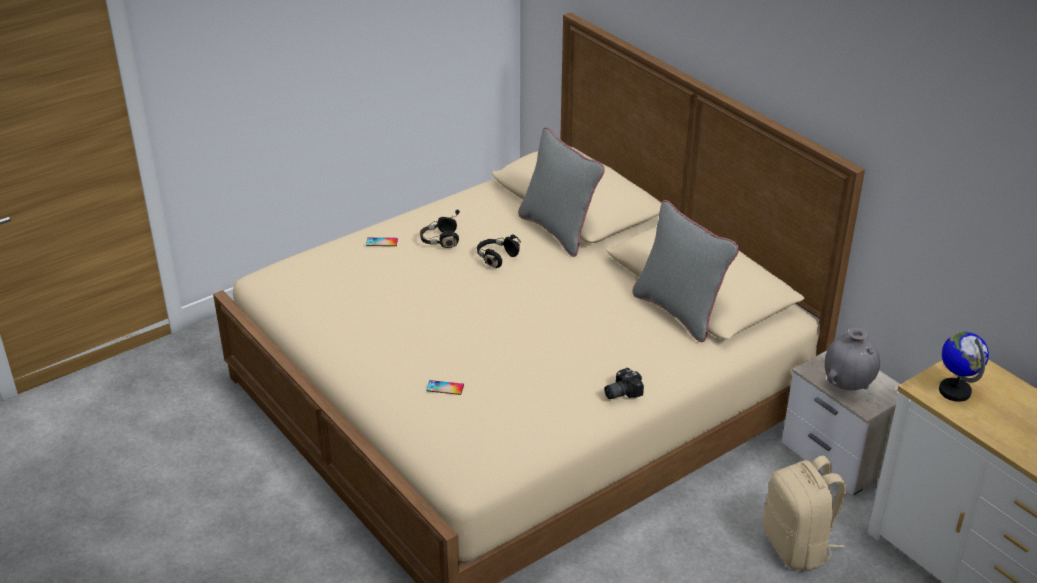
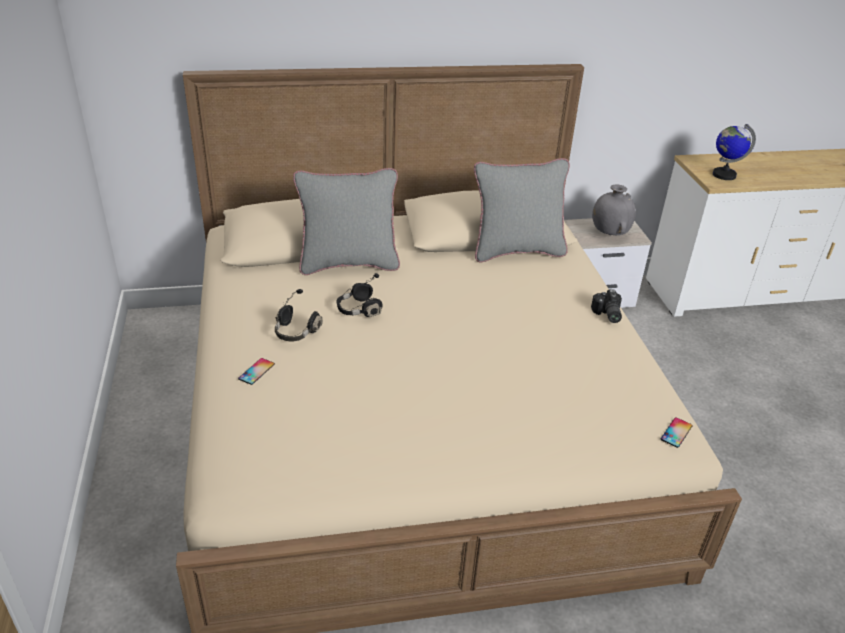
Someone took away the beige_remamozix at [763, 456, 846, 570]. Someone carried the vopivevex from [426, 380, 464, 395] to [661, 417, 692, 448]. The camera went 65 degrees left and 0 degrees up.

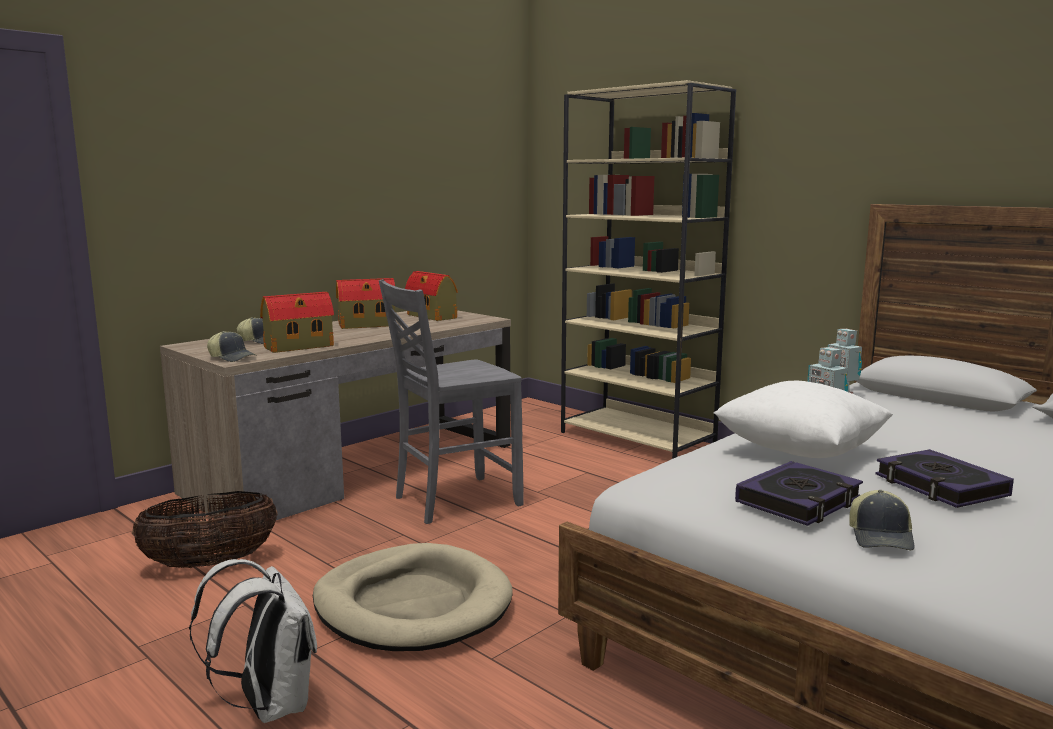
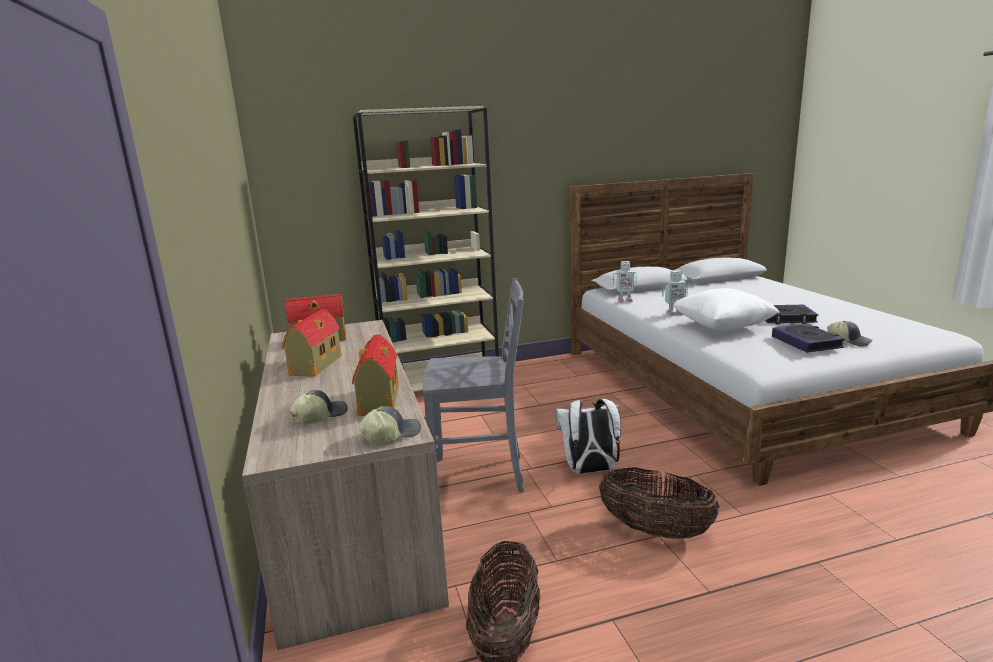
Someone carried the white_remamozix from [189, 559, 317, 723] to [555, 399, 621, 474]. Someone swapped the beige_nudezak at [313, 543, 513, 651] for the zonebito at [599, 467, 719, 539]. Someone rotated the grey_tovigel at [379, 279, 524, 524] by 90 degrees counterclockwise. The camera went 60 degrees left and 5 degrees up.

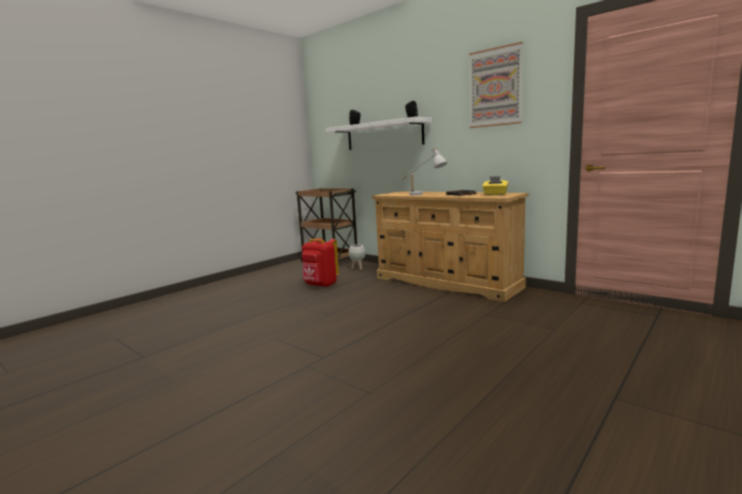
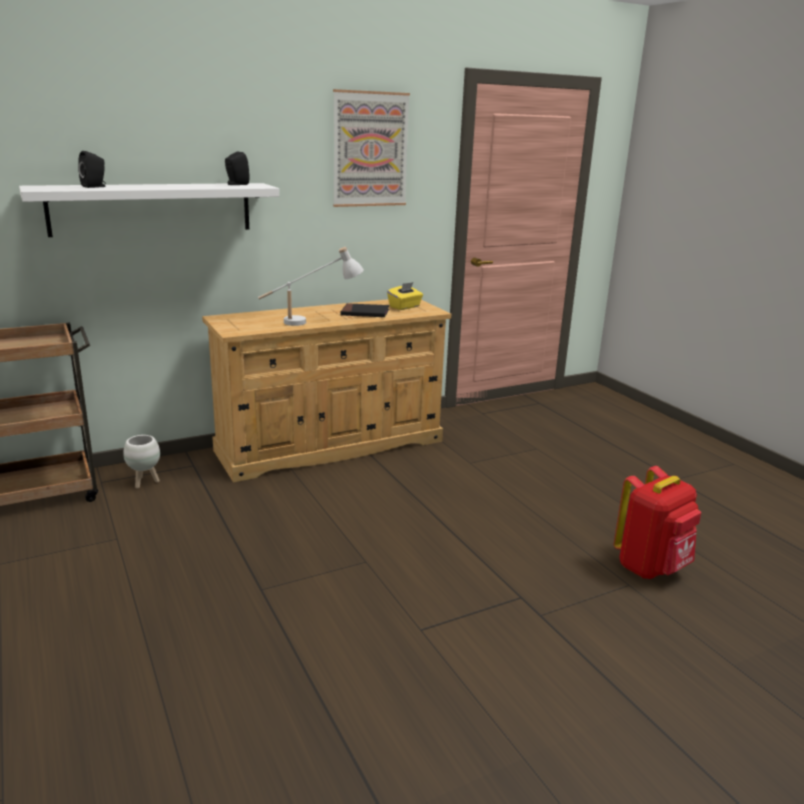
Someone carried the red_remamozix from [302, 238, 339, 287] to [613, 466, 701, 579]. The camera went 70 degrees left and 10 degrees up.

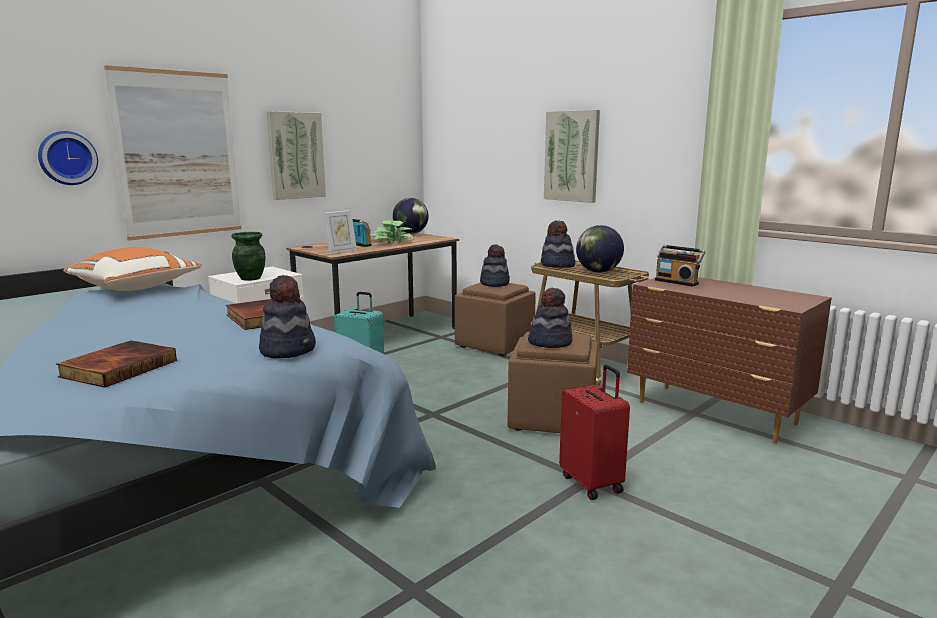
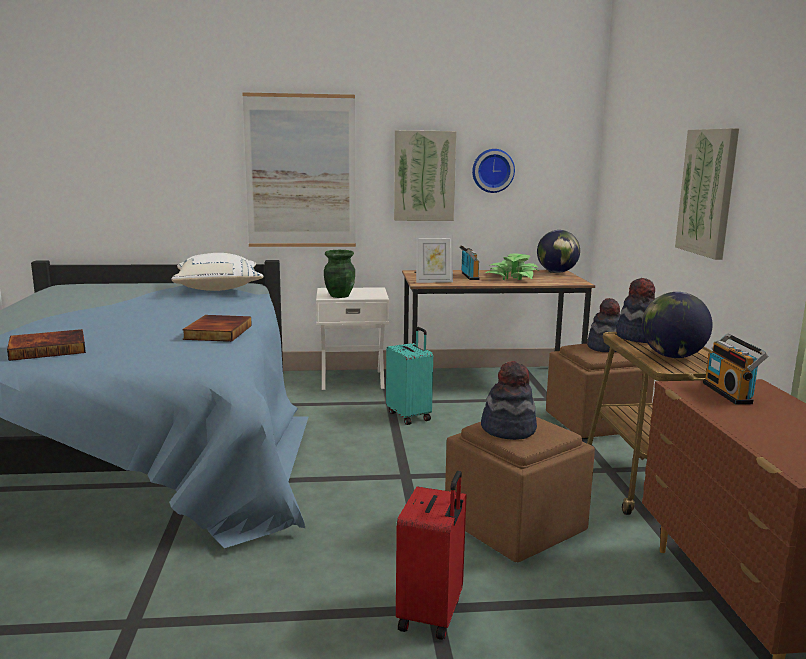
Someone took away the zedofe at [259, 275, 316, 358]. Someone carried the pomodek from [38, 131, 98, 185] to [472, 149, 515, 193]. Someone repainted the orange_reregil at [63, 247, 202, 291], which became the white_reregil at [171, 253, 263, 291]. The camera went 40 degrees right and 0 degrees up.

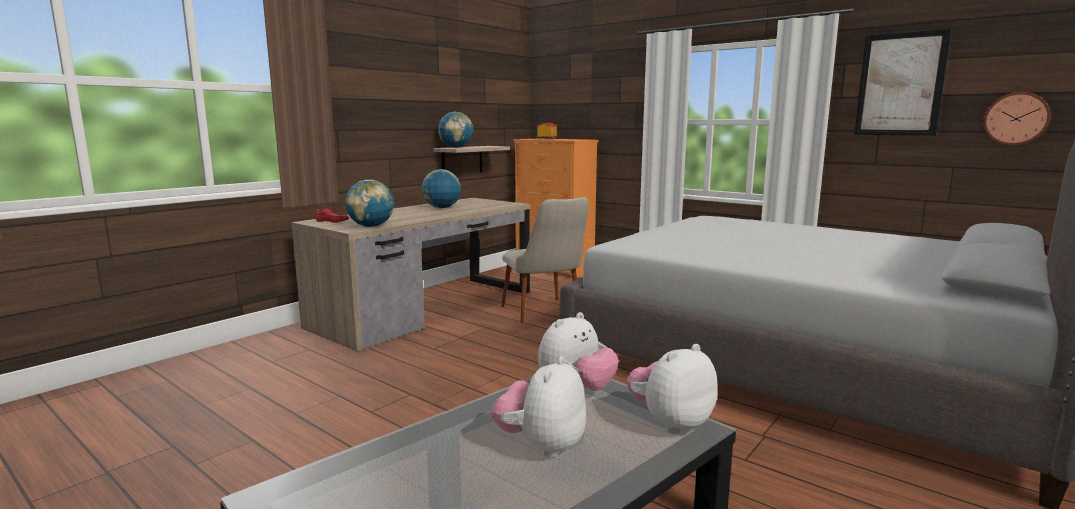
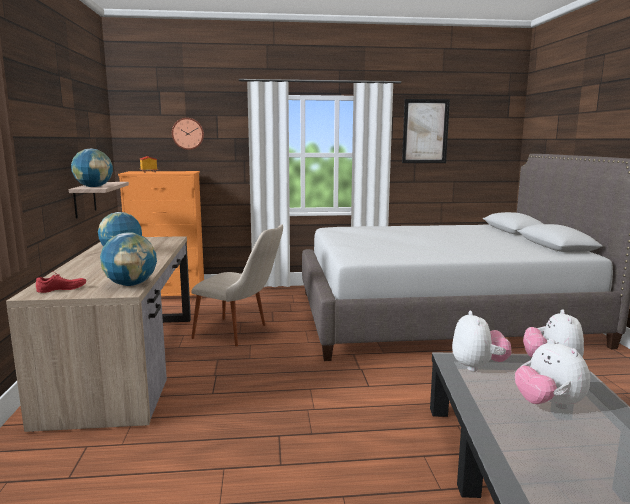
Someone carried the pomodek from [983, 92, 1051, 145] to [172, 118, 204, 150]. The camera went 45 degrees left and 0 degrees up.

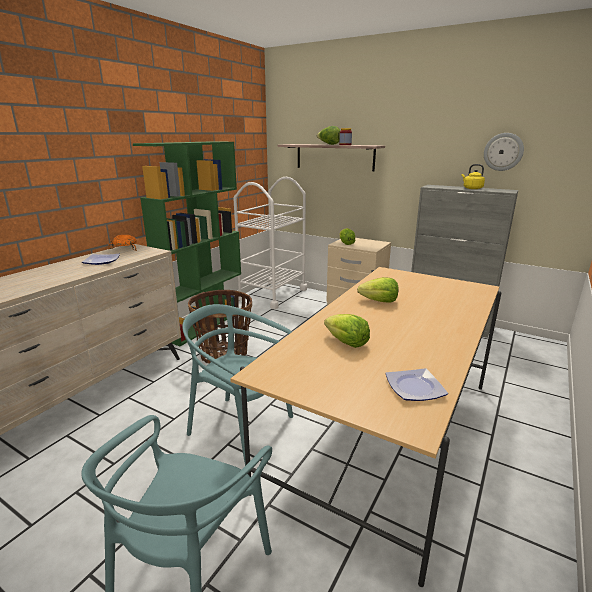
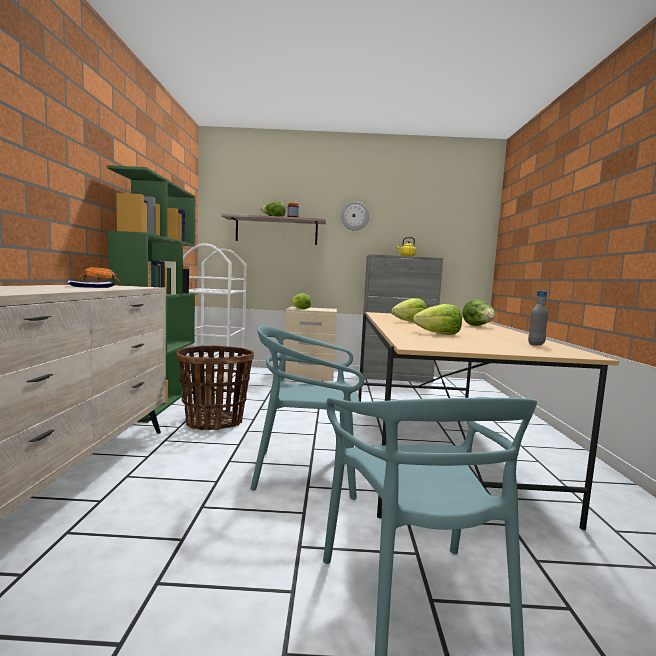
Someone put down the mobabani at [462, 299, 495, 326]. Someone carried the pomodek from [484, 133, 524, 171] to [341, 201, 369, 231]. Someone swapped the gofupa at [385, 368, 448, 401] for the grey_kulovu at [528, 291, 548, 345]. The camera went 30 degrees left and 15 degrees down.

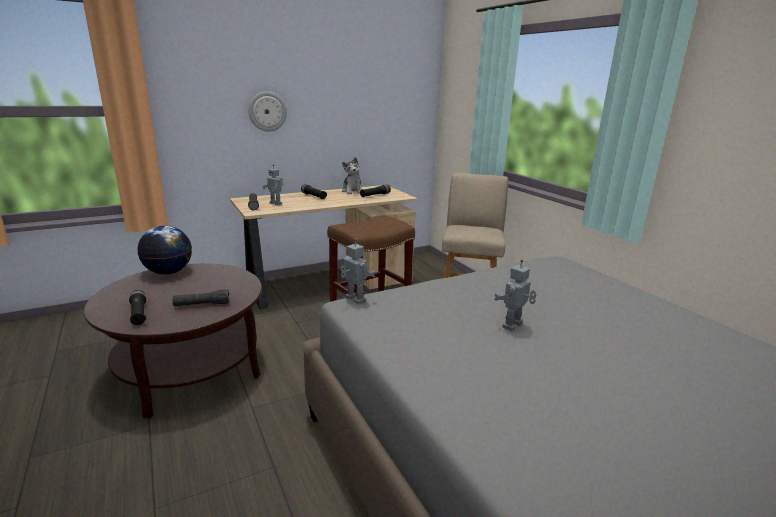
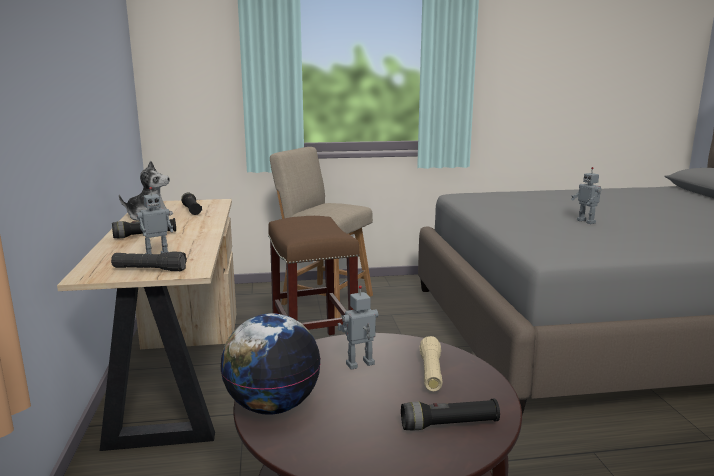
Someone took away the pomodek at [248, 91, 287, 132]. Someone carried the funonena from [341, 238, 375, 304] to [338, 285, 378, 370]. Someone repainted the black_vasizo at [172, 289, 230, 306], which became the beige_vasizo at [420, 336, 443, 391]. The camera went 70 degrees left and 5 degrees down.

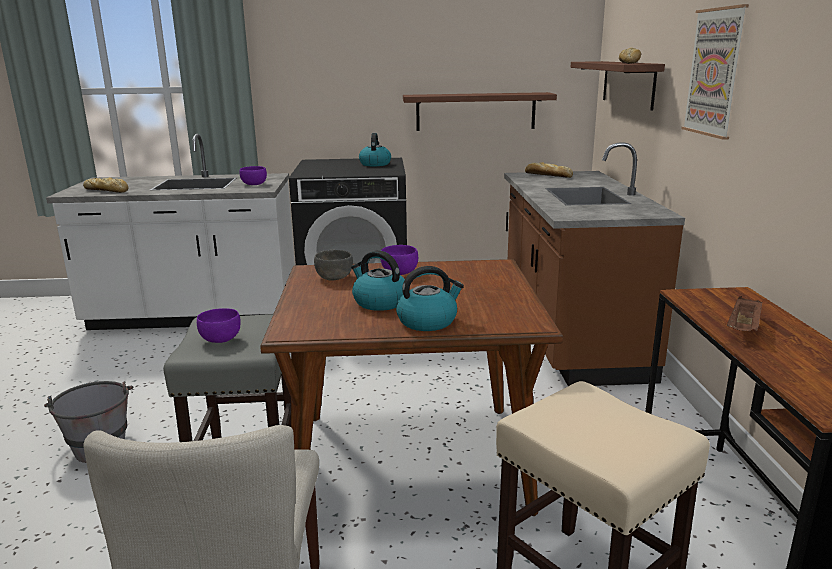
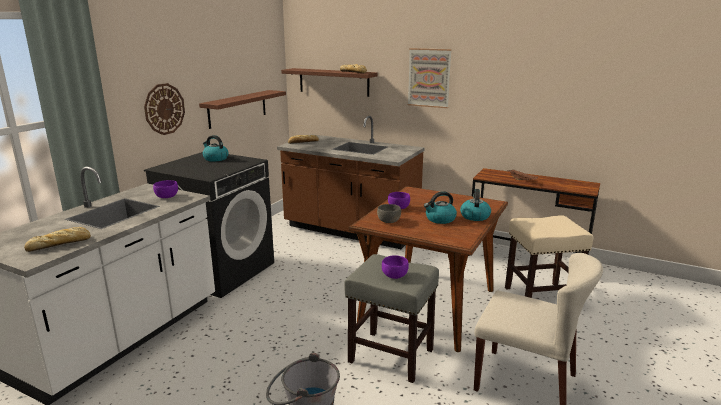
Someone put up the pomodek at [144, 83, 185, 135]. The camera went 60 degrees left and 0 degrees up.

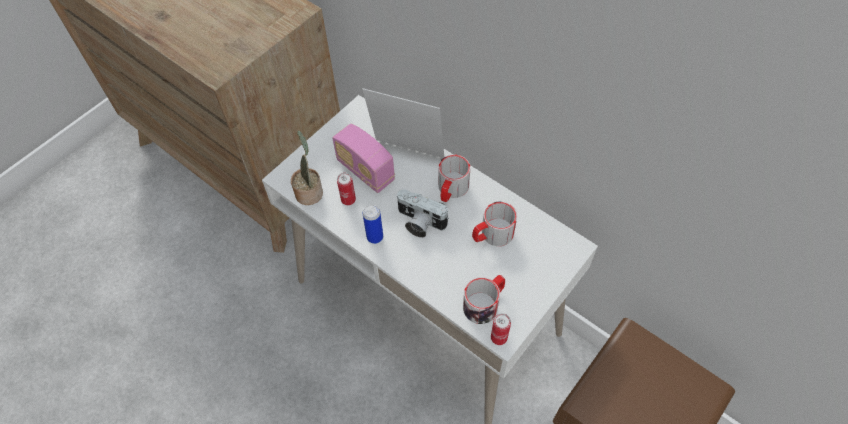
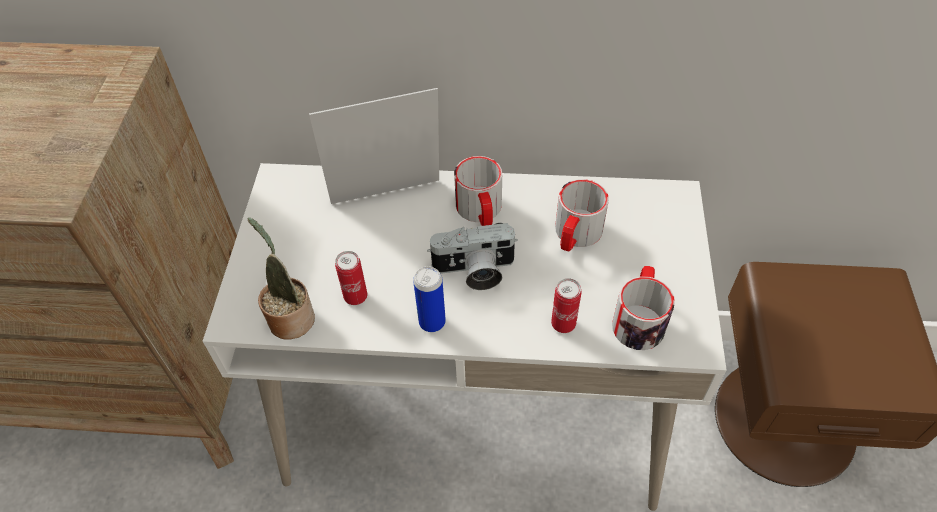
Someone took away the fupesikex at [332, 124, 395, 193]. Someone carried the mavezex from [491, 313, 511, 345] to [551, 278, 581, 333]. The camera went 35 degrees left and 5 degrees down.

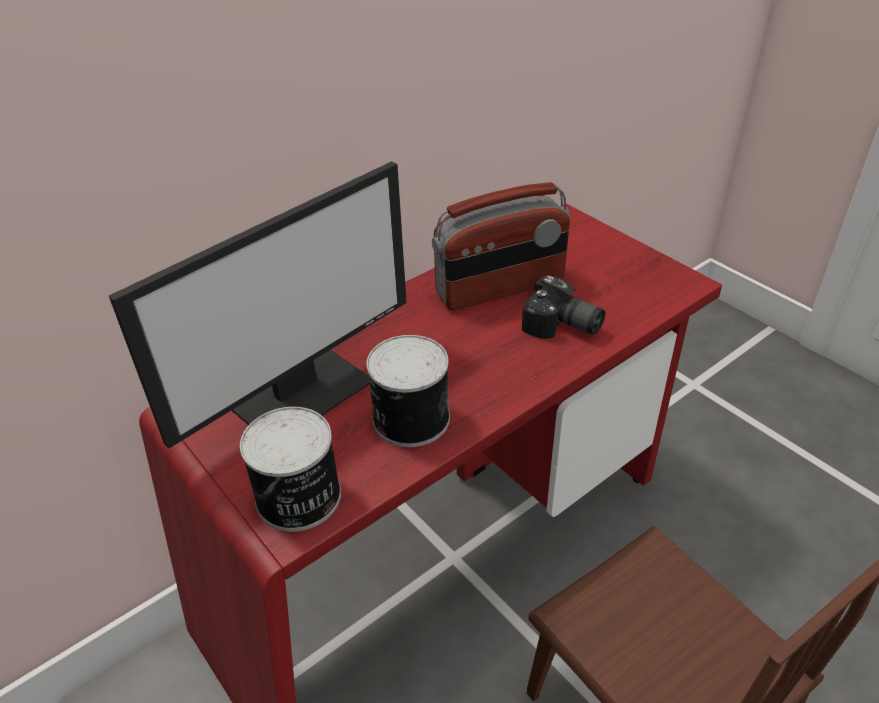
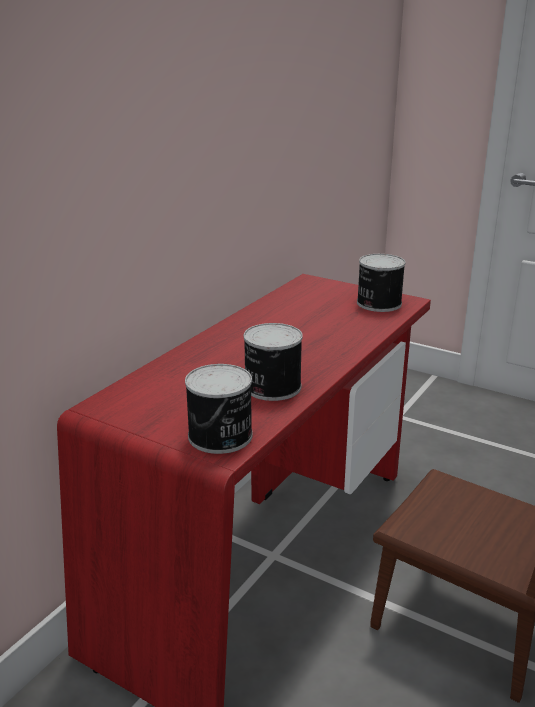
Someone took away the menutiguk at [109, 161, 407, 448]. Someone took away the fupesikex at [432, 182, 570, 310]. Someone took away the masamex at [522, 275, 605, 339]. Someone put down the mavezex at [357, 254, 405, 312]. The camera went 20 degrees left and 15 degrees down.

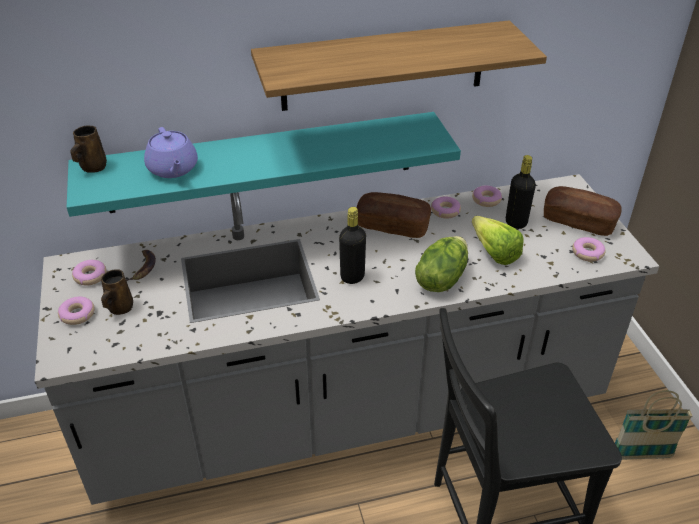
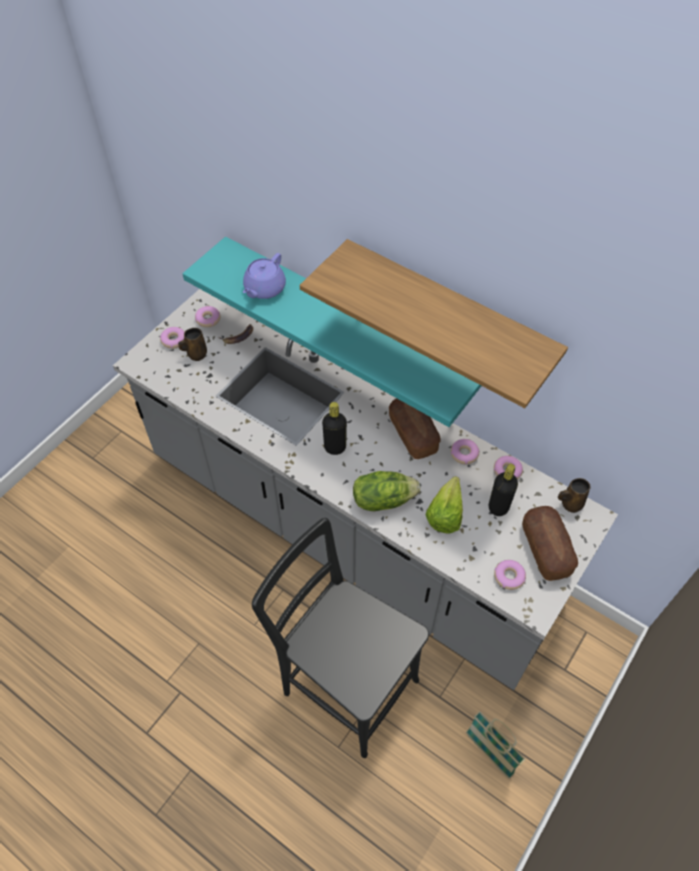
Someone carried the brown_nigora from [70, 125, 107, 173] to [558, 478, 591, 513]. The camera went 50 degrees right and 15 degrees up.

